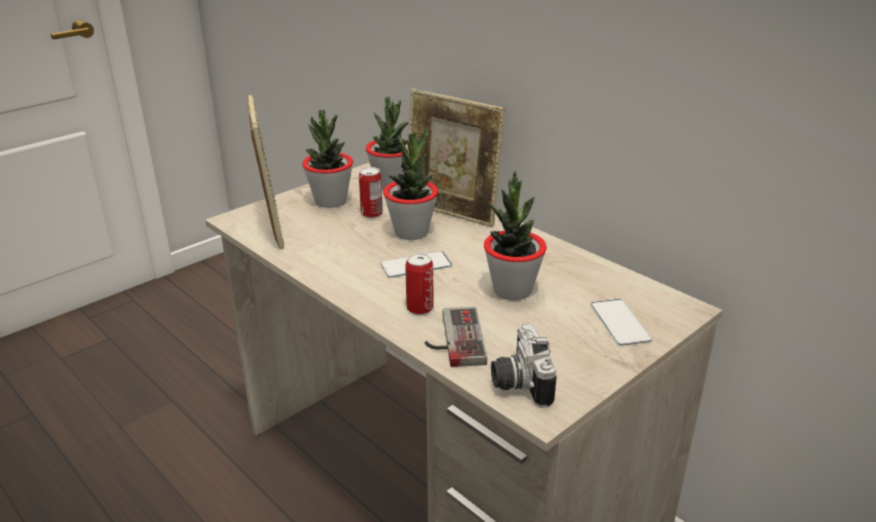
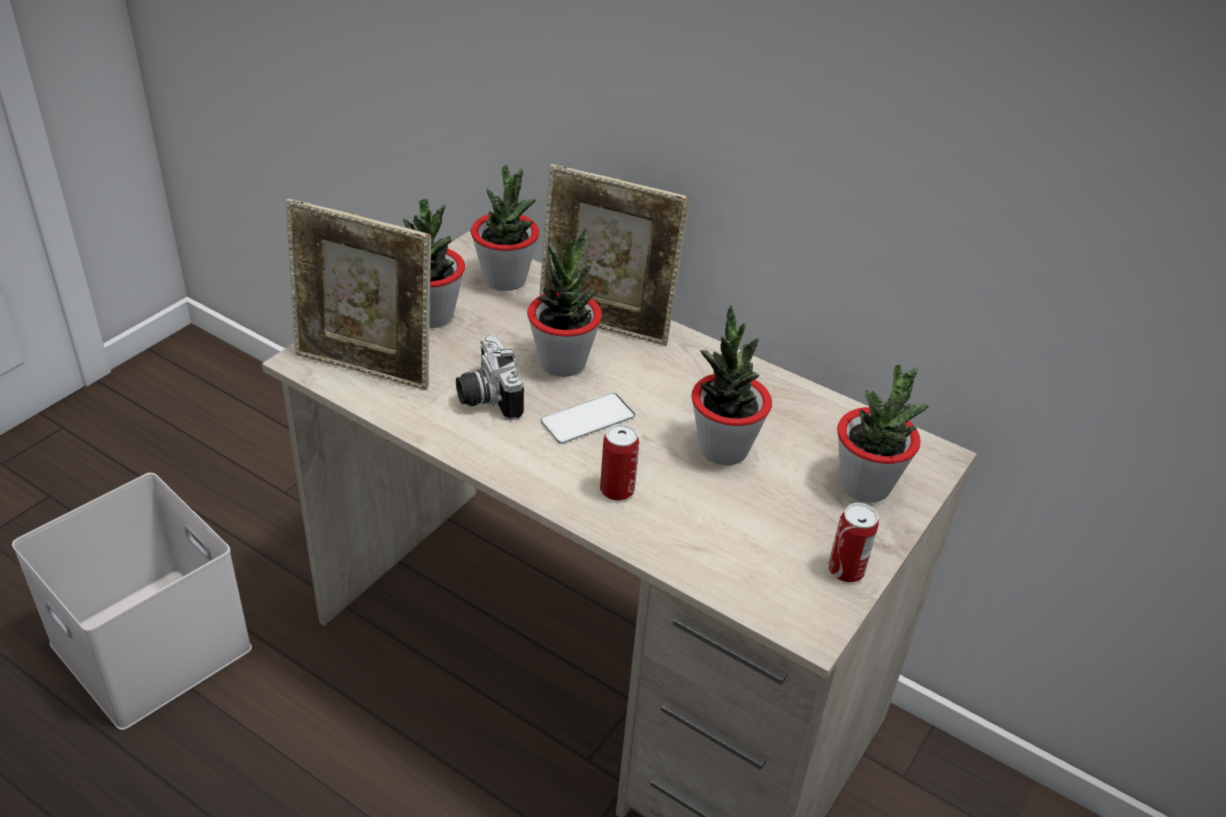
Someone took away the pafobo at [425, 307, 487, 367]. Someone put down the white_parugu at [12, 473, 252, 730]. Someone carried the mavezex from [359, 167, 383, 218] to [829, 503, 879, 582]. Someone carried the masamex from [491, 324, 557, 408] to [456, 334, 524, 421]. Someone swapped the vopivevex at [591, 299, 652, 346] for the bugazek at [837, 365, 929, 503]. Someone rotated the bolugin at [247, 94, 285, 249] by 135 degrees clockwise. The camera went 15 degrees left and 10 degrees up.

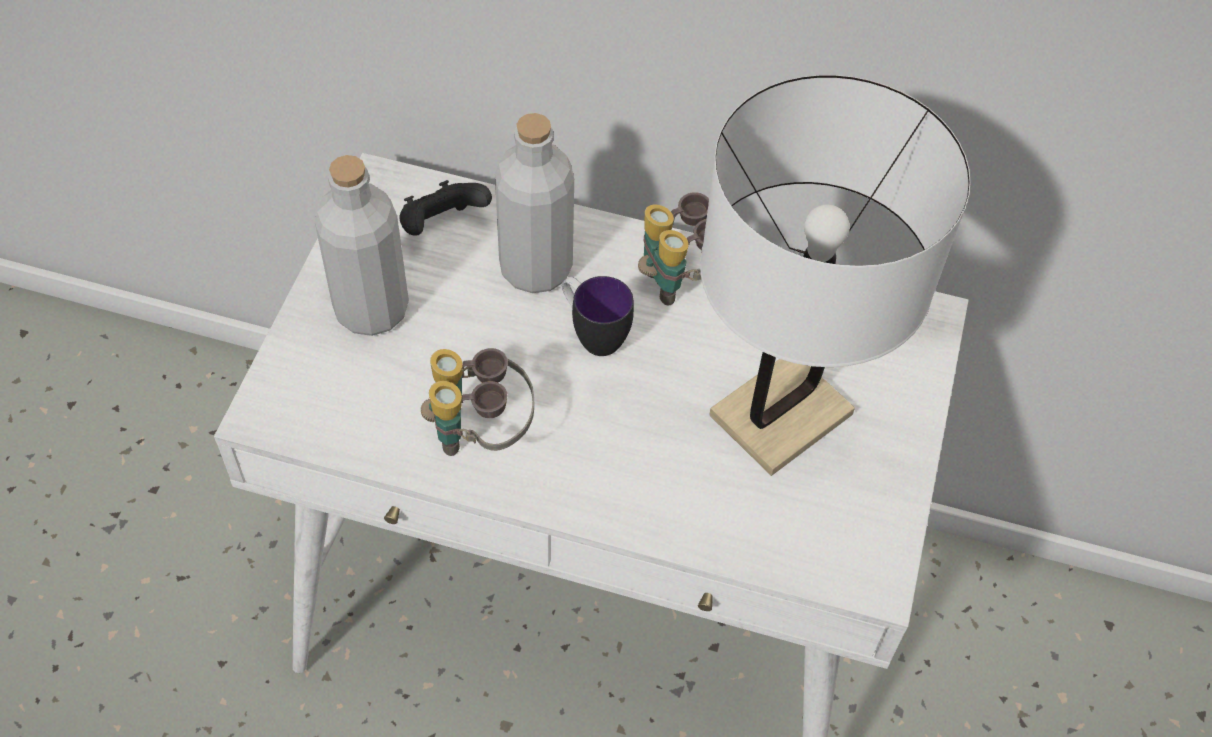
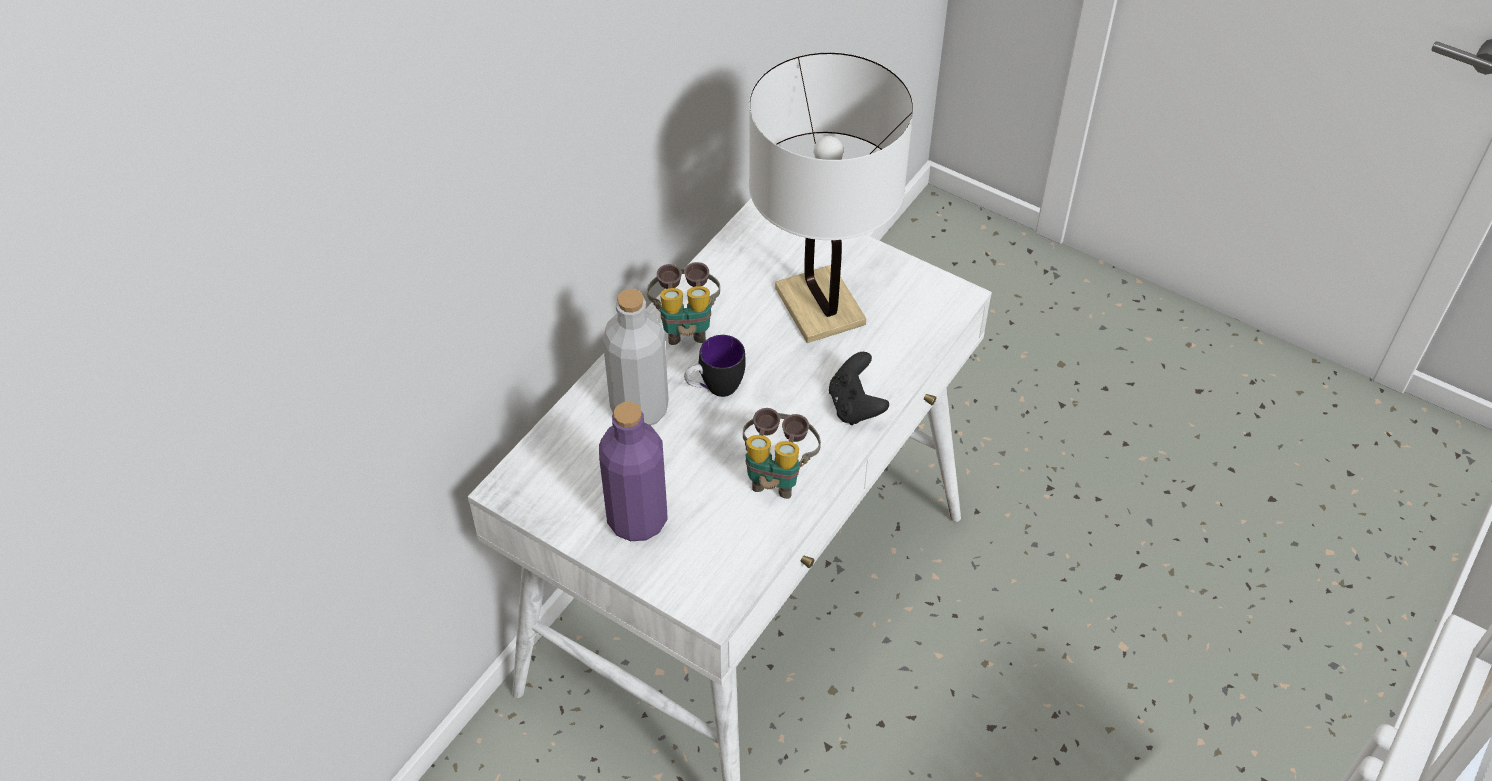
Someone carried the black_pafobo from [399, 180, 492, 236] to [829, 352, 889, 425]. Someone repainted the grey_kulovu at [314, 155, 409, 336], which became the purple_kulovu at [599, 402, 668, 541]. The camera went 70 degrees left and 5 degrees down.

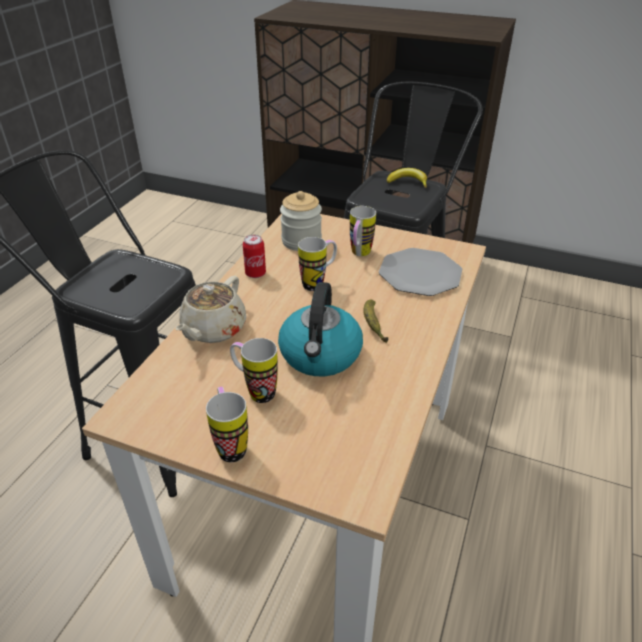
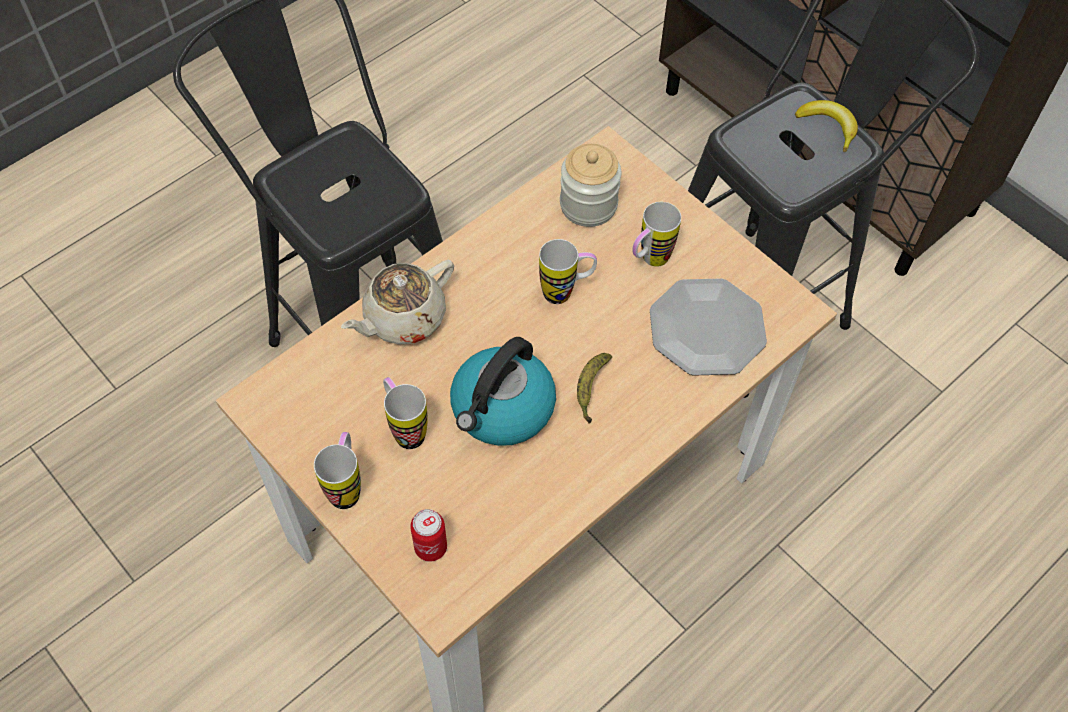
Someone carried the mavezex from [243, 235, 266, 278] to [410, 509, 447, 562]. The camera went 25 degrees right and 20 degrees up.

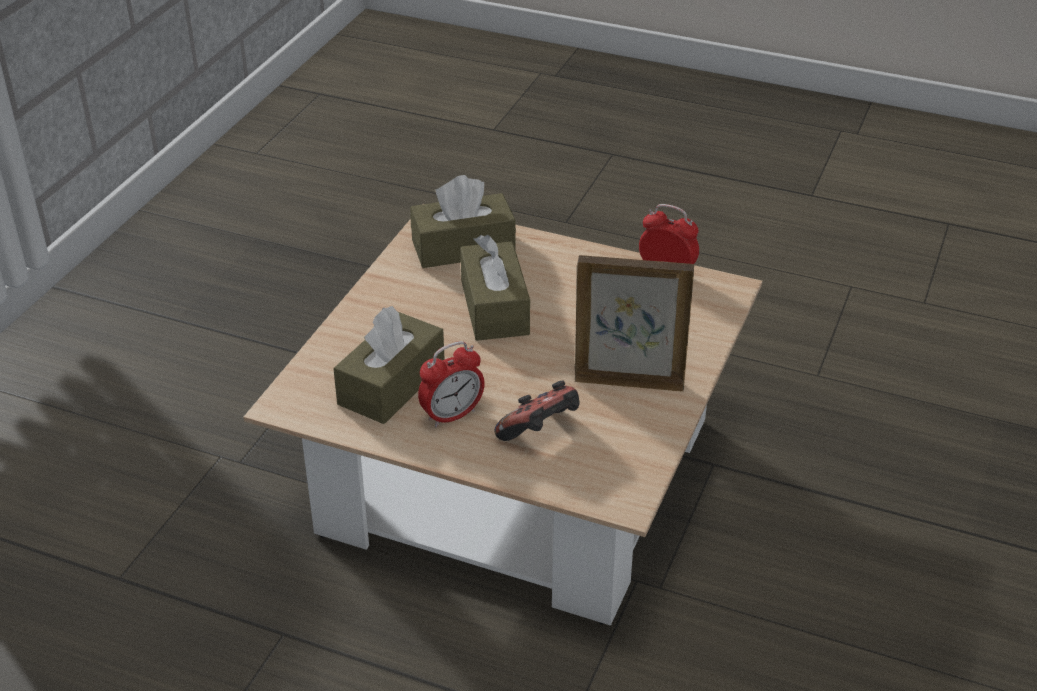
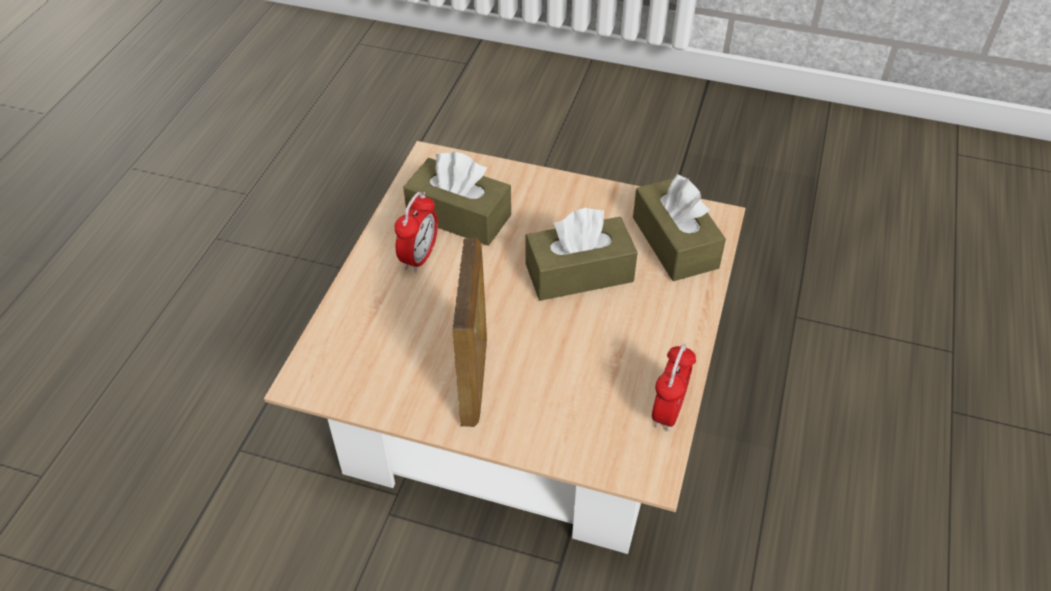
Someone took away the pafobo at [495, 380, 579, 441]. Someone rotated the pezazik at [418, 341, 485, 427] by 120 degrees counterclockwise. The camera went 85 degrees right and 10 degrees up.

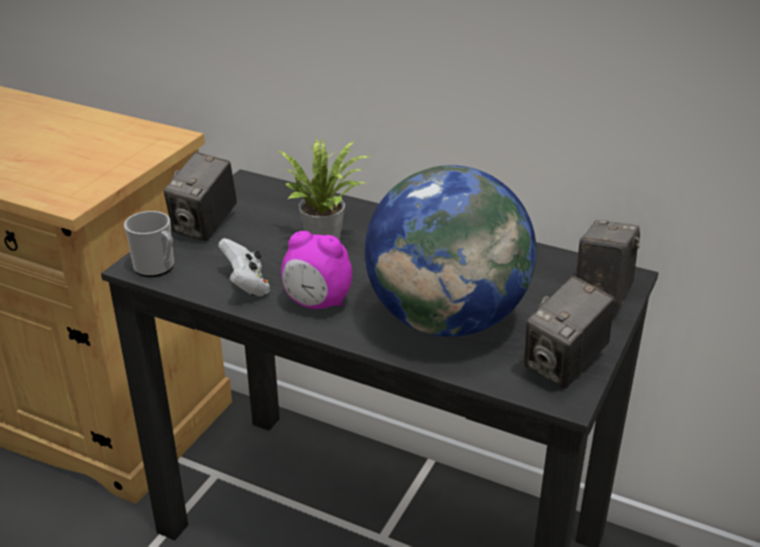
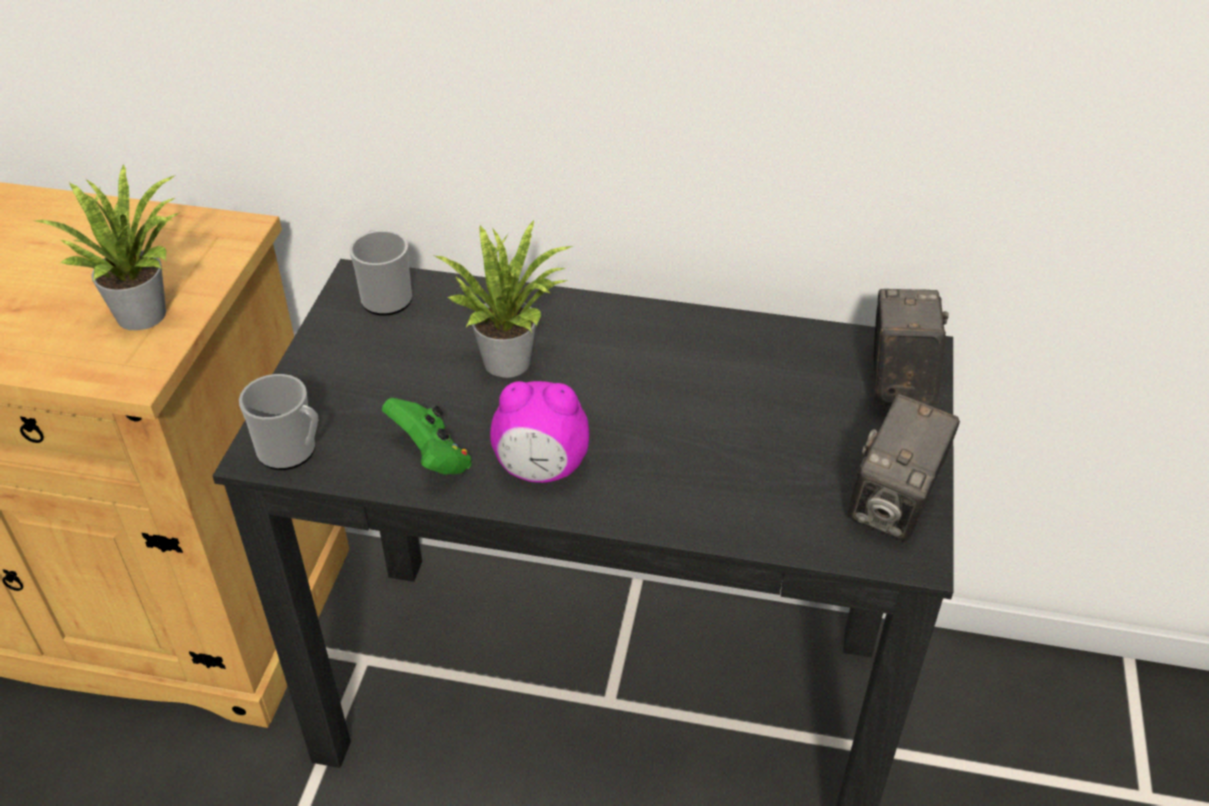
Someone took away the masamex at [164, 152, 237, 241]. Someone took away the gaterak at [365, 165, 536, 337]. Someone put down the bugazek at [32, 163, 179, 330]. Someone put down the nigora at [350, 230, 412, 316]. Someone repainted the white_pafobo at [218, 238, 270, 297], which became the green_pafobo at [382, 398, 472, 474]. The camera went 15 degrees left and 10 degrees up.

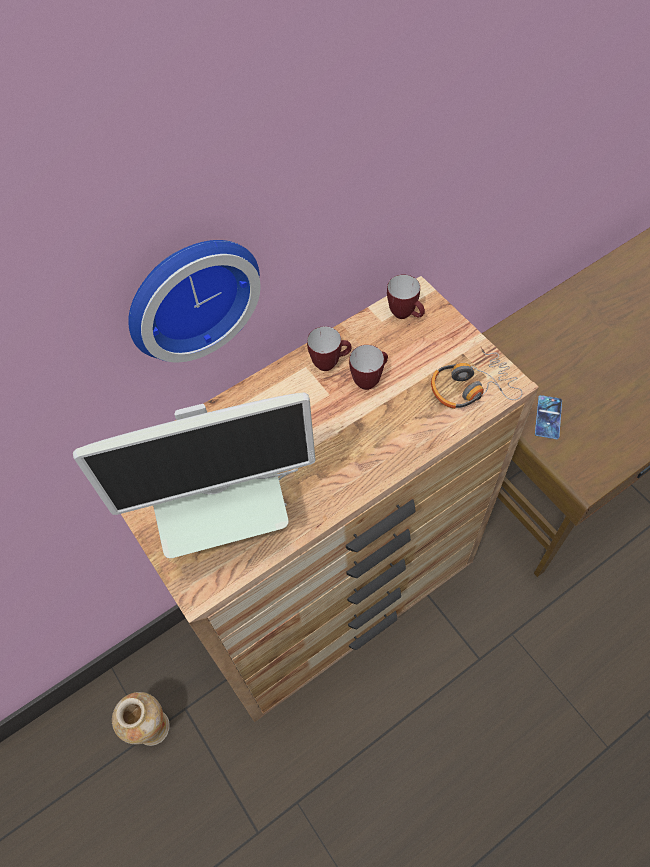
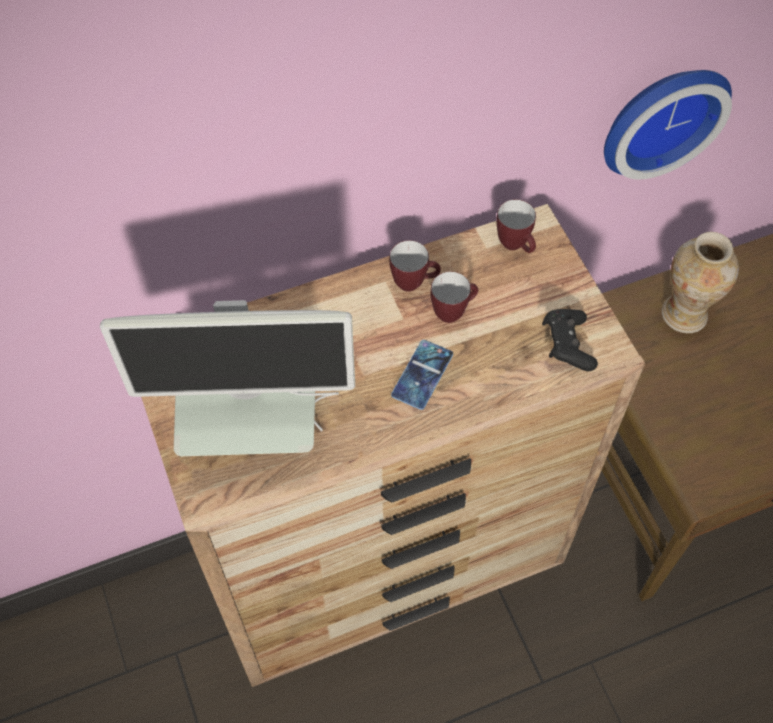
Someone carried the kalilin from [112, 692, 170, 746] to [662, 232, 739, 333]. Someone carried the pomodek from [128, 240, 261, 362] to [604, 70, 732, 179]. Someone carried the vopivevex from [535, 395, 562, 439] to [391, 340, 453, 410]. Someone swapped the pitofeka at [431, 347, 522, 409] for the black_pafobo at [542, 309, 598, 371]. The camera went 10 degrees right and 0 degrees up.

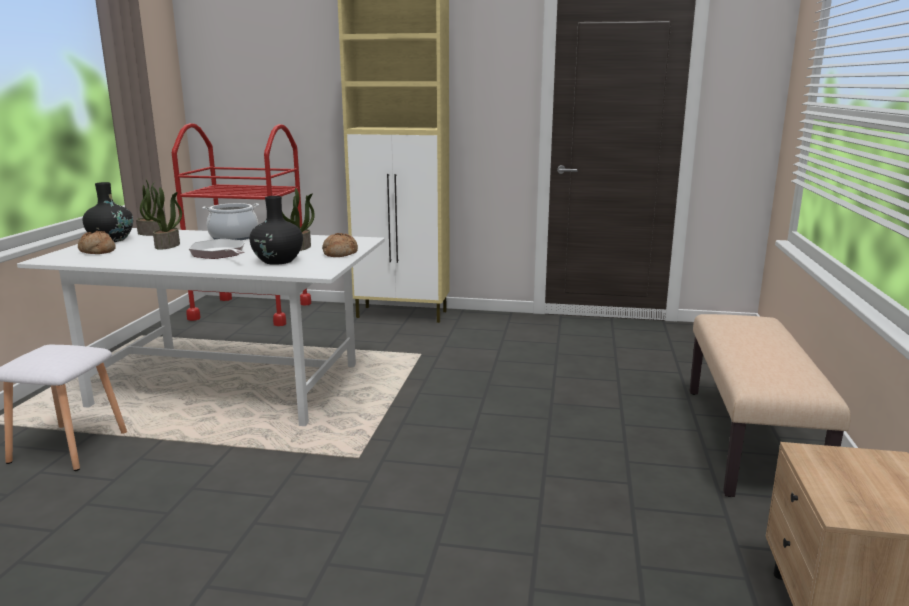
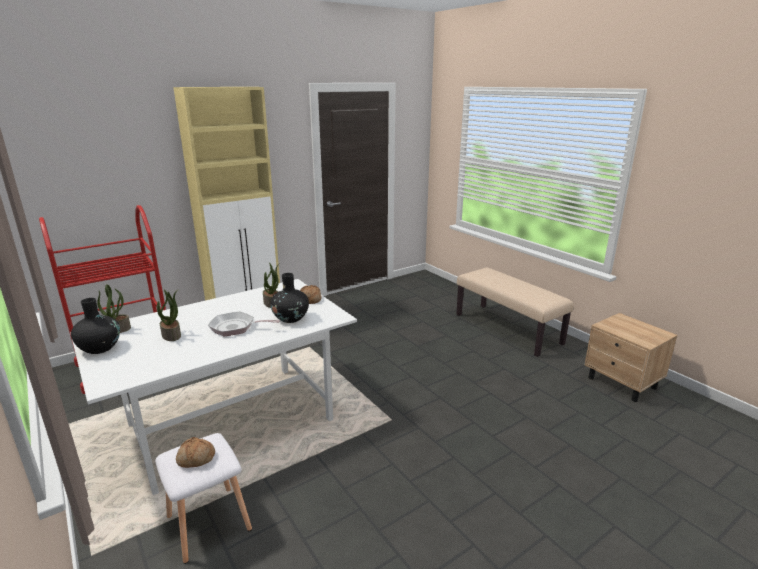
Someone took away the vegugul at [202, 203, 259, 240]. Someone carried the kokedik from [78, 231, 116, 254] to [176, 437, 215, 468]. The camera went 45 degrees left and 5 degrees up.

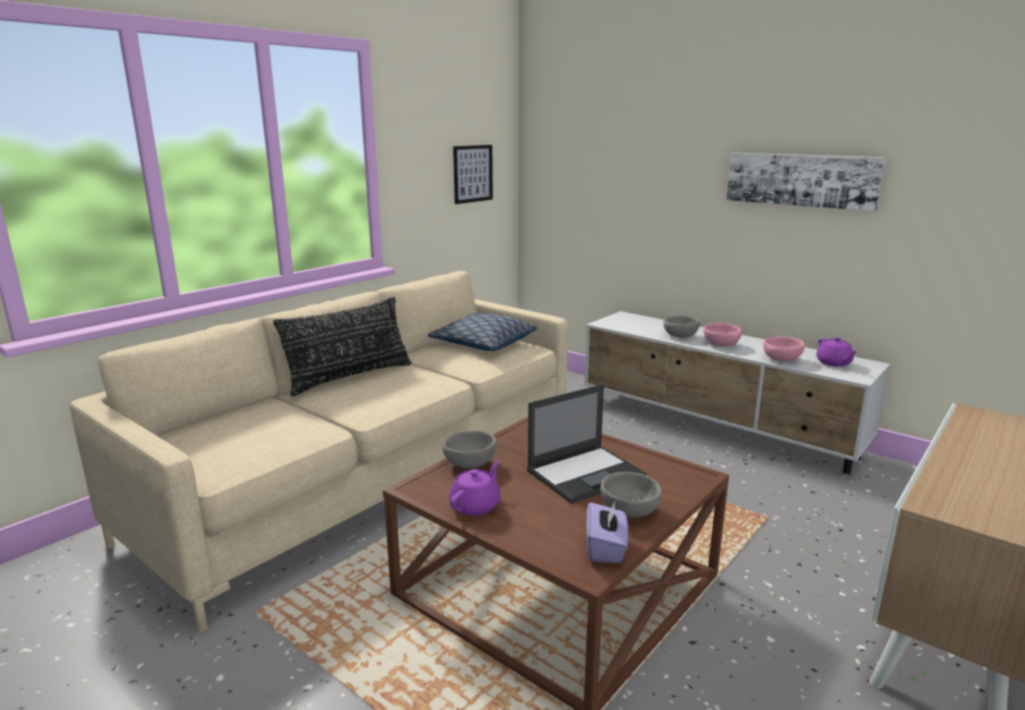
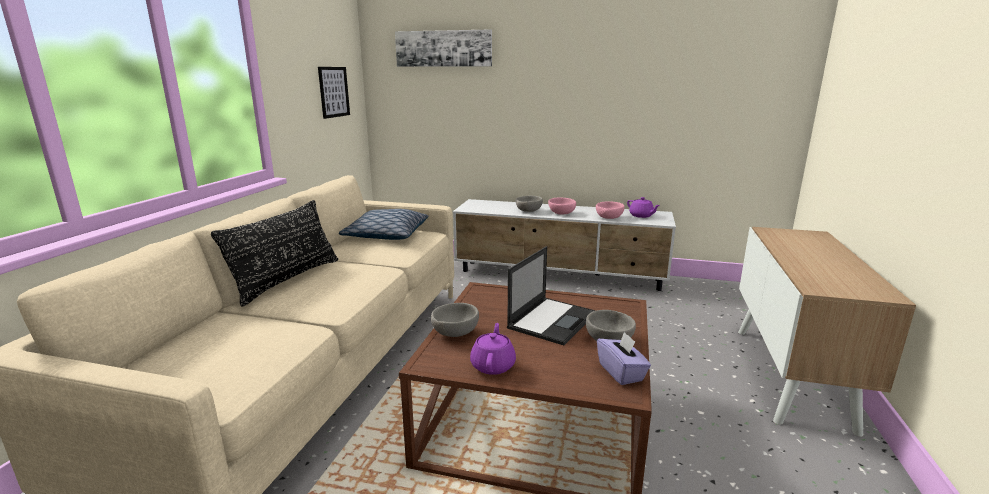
Someone carried the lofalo from [726, 153, 886, 211] to [395, 29, 492, 67]. The camera went 25 degrees left and 0 degrees up.

